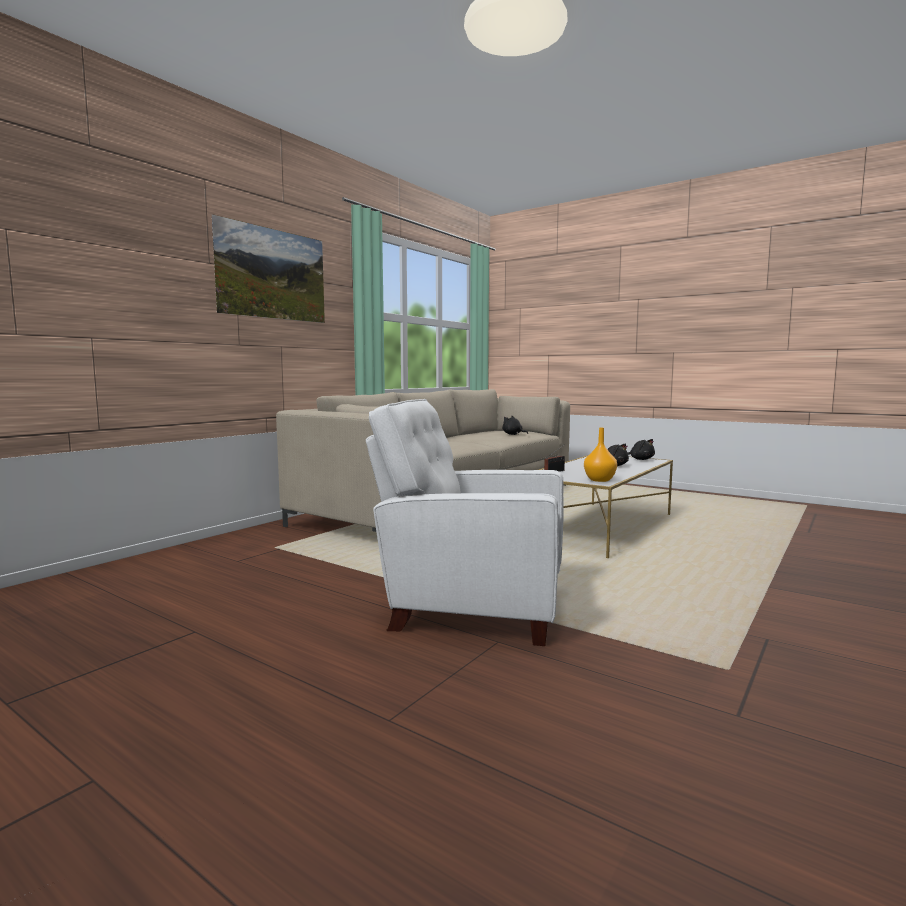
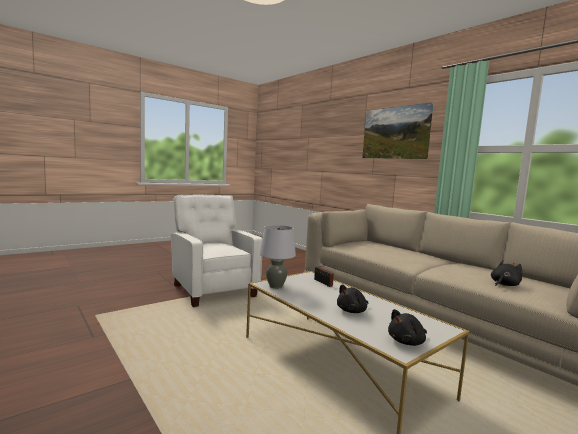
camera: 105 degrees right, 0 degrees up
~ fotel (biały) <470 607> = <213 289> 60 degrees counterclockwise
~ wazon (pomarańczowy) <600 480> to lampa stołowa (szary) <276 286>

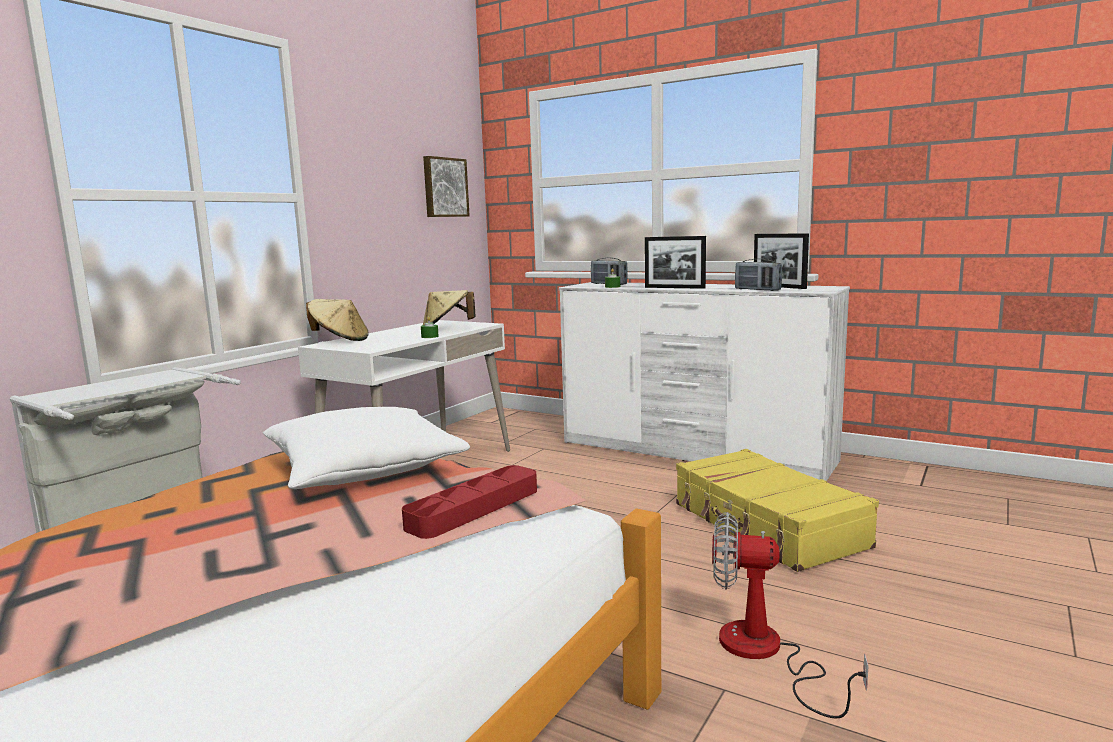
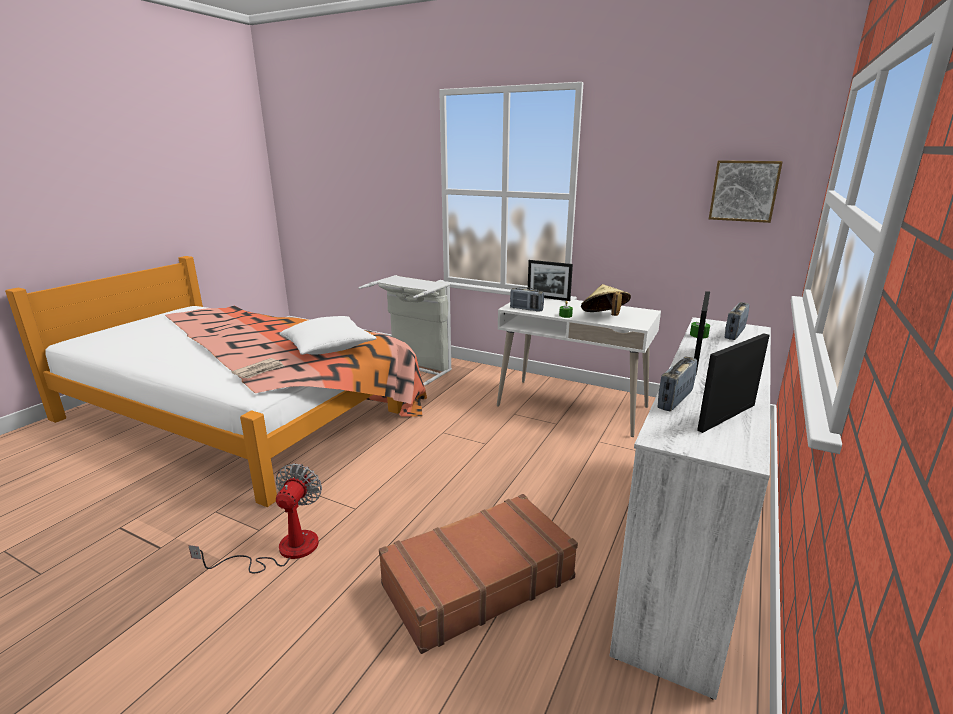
camera: 85 degrees right, 10 degrees up
~ kapelusz (beżowy) <340 340> to ramka na zdjęcie <548 298>
~ walizka (żółty) <767 525> to walizka (brązowy) <477 581>
~ taca (czerwony) <474 508> to gazeta <259 370>
+ radio <526 309>

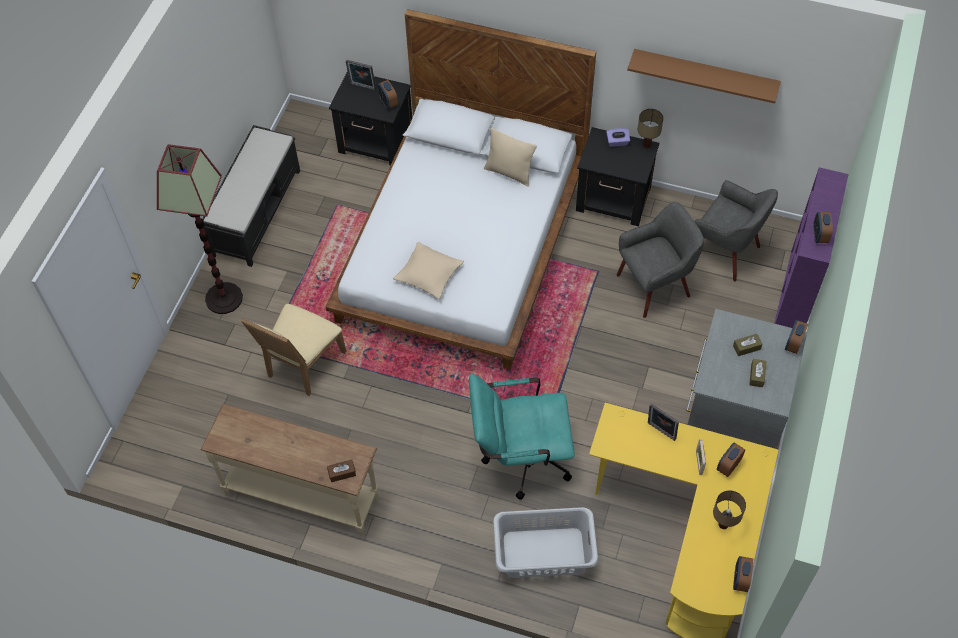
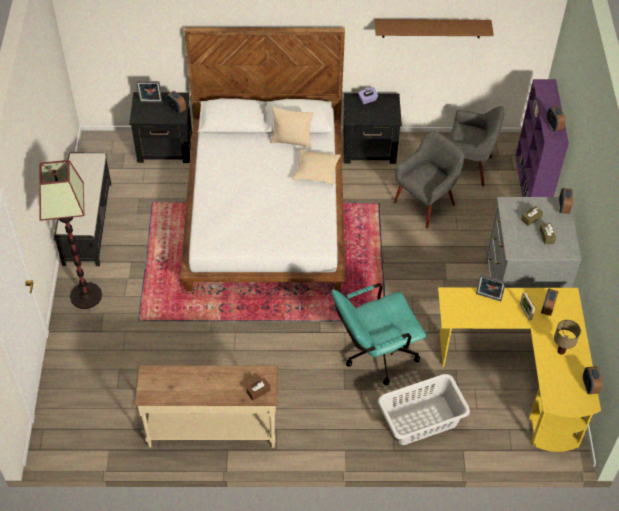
camera: 20 degrees left, 5 degrees down
- lampa stołowa <646 145>
~ poduszka (beżowy) <429 274> to <316 171>
- krzesło (beżowy) <302 366>

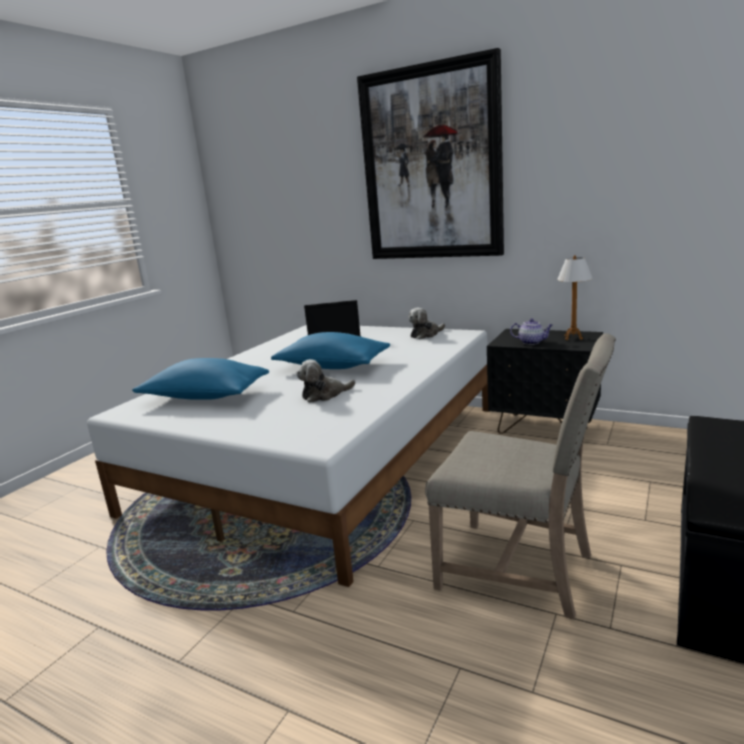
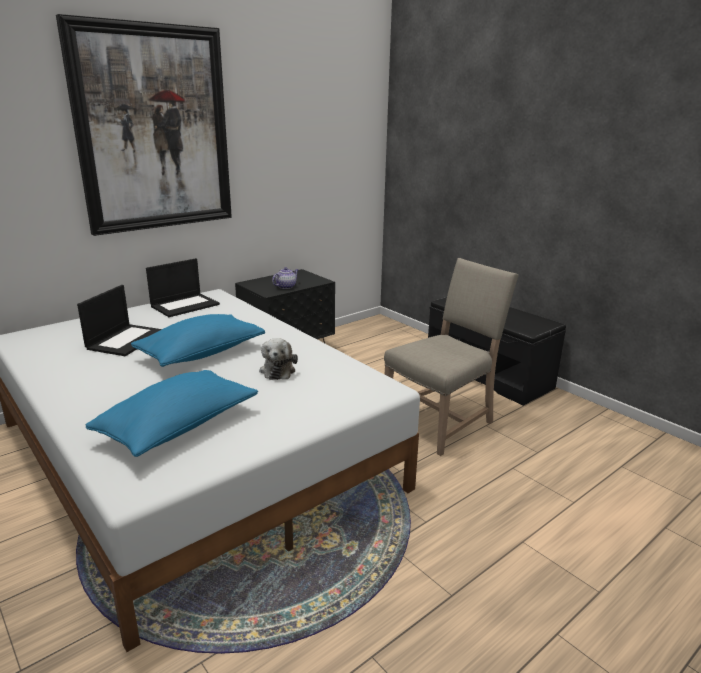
camera: 70 degrees left, 5 degrees up
- lampa stołowa <573 338>
~ pluszak <426 334> to laptop <185 305>

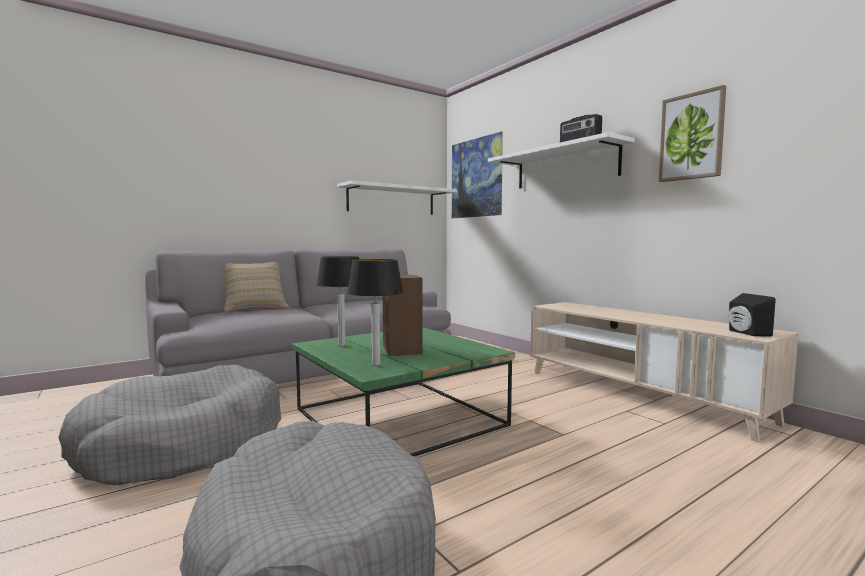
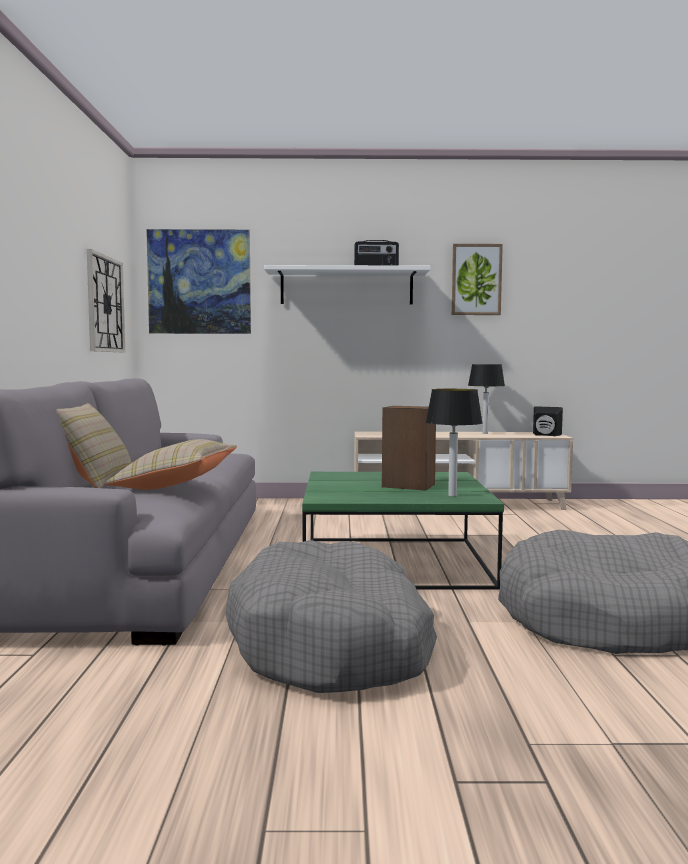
camera: 55 degrees left, 0 degrees up
~ półka (biały) <392 200> to zegar ścienny <105 304>
~ lampa stołowa <342 345> to <485 433>
+ poduszka (beżowy) <175 486>

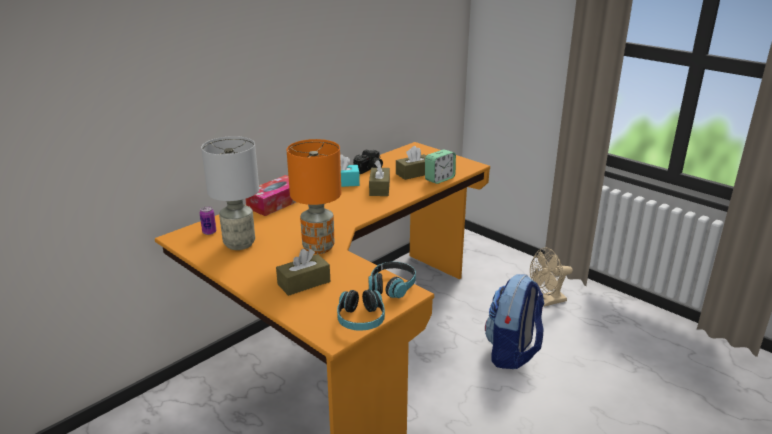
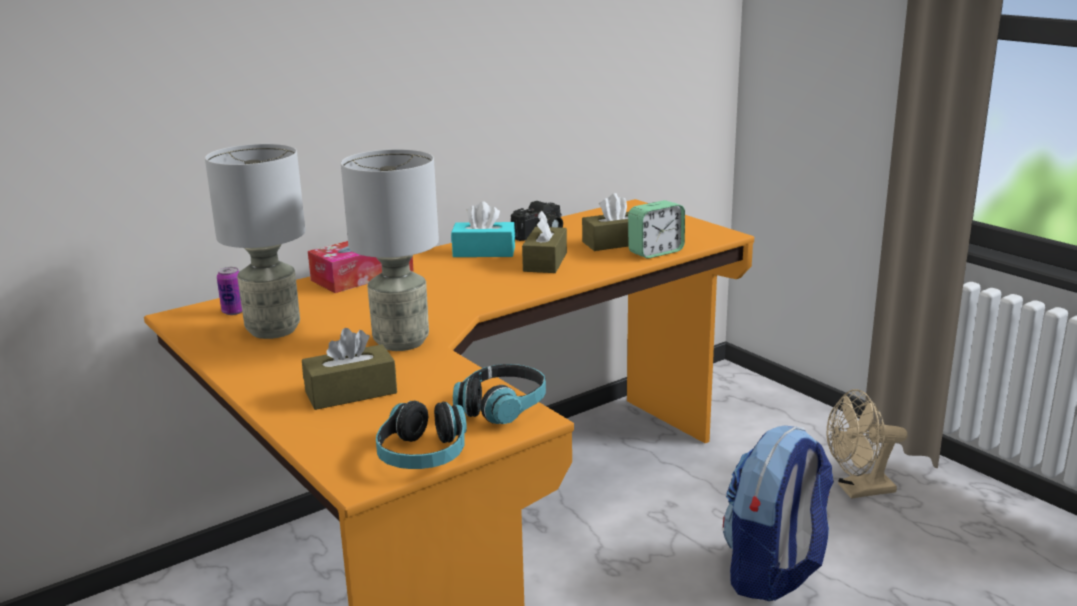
camera: 10 degrees right, 5 degrees down
~ lampa stołowa (pomarańczowy) <318 248> to lampa stołowa (szary) <401 342>

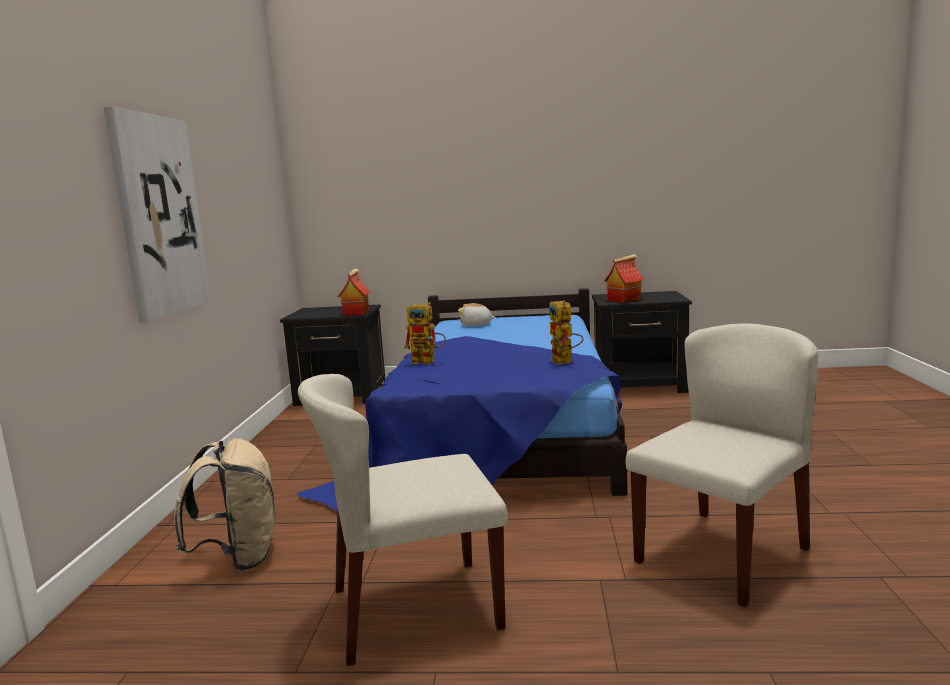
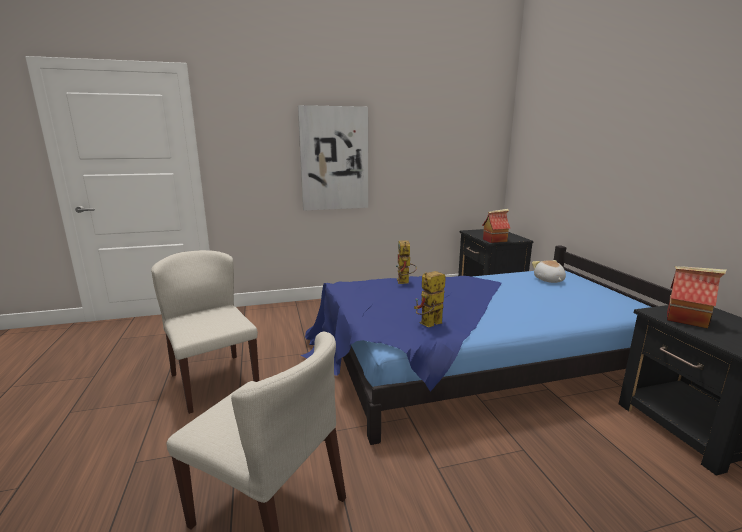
camera: 70 degrees right, 5 degrees up
- plecak (beżowy) <238 558>

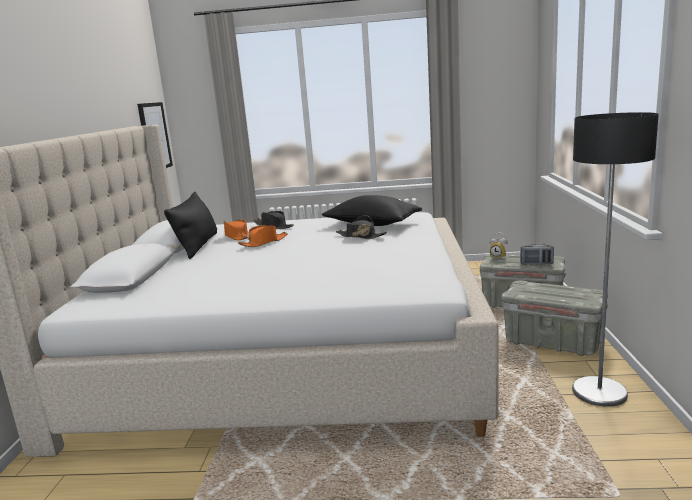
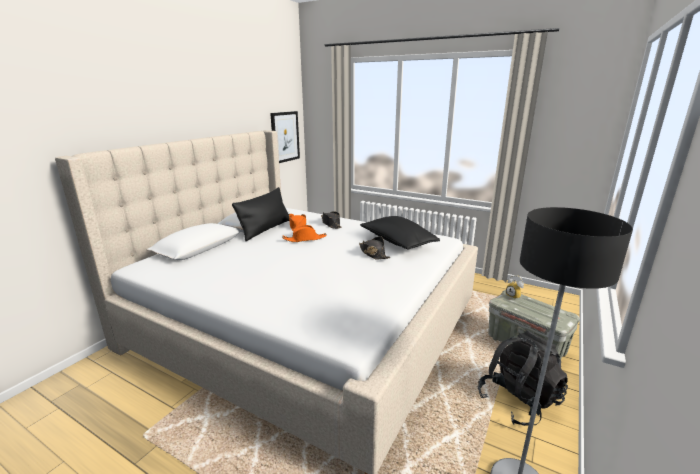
camera: 25 degrees right, 5 degrees up
- radio <536 263>
~ pojemnik do przechowywania (szary) <551 342> to plecak (czarny) <518 401>

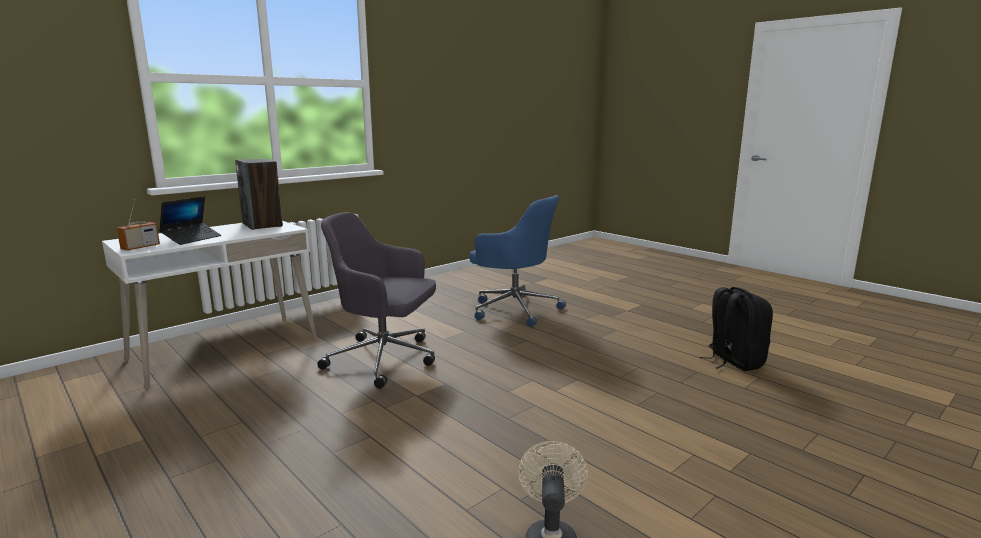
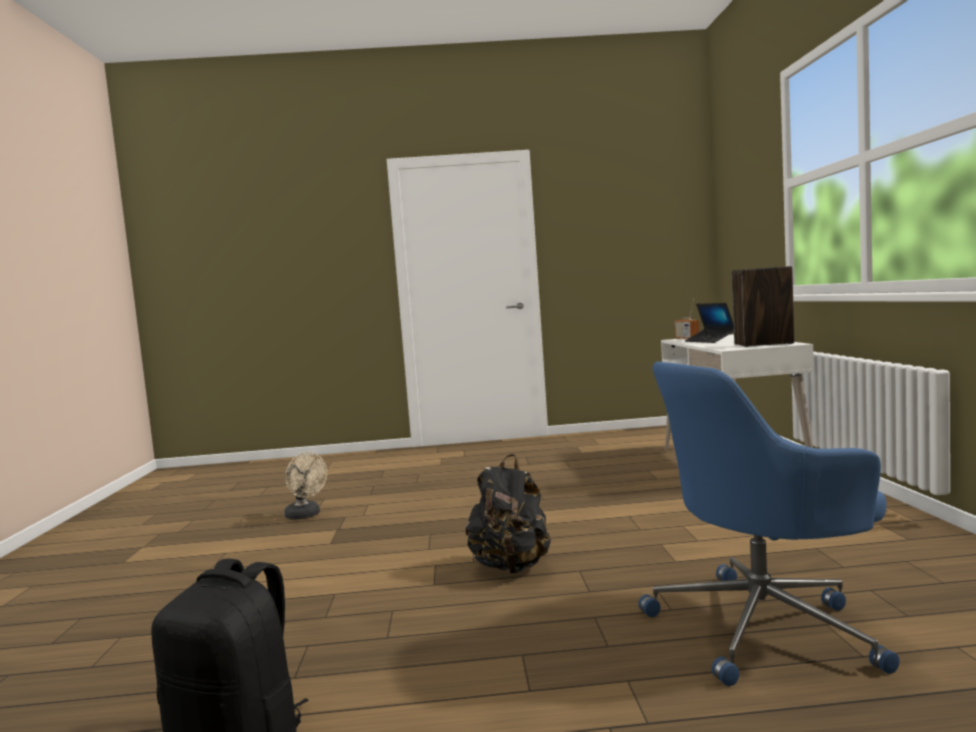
camera: 130 degrees right, 10 degrees down
- krzesło biurowe (szary) <385 359>
+ plecak (czarny) <511 567>

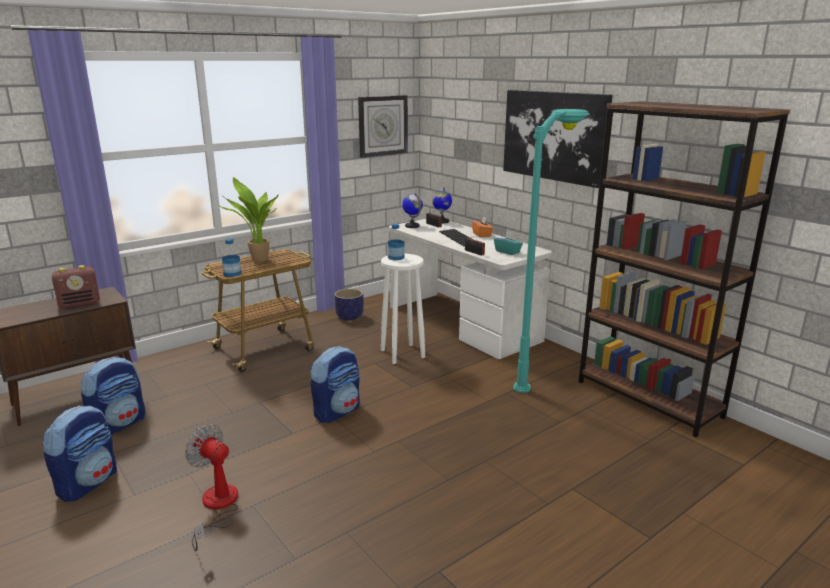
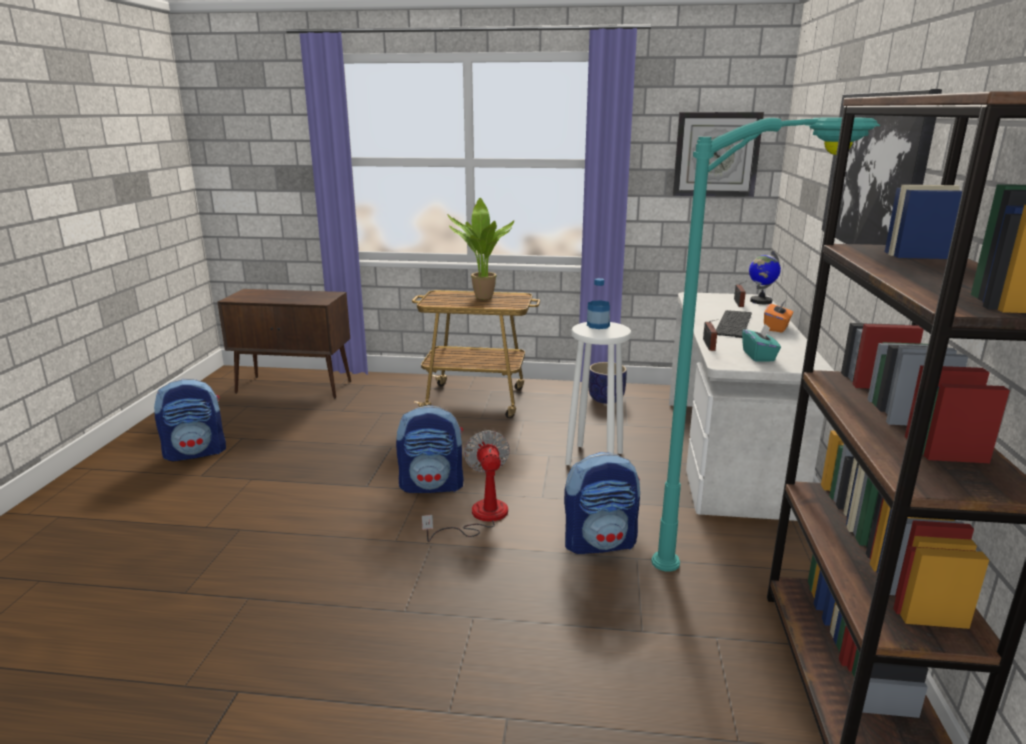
camera: 45 degrees right, 0 degrees up
- globus <412 226>
- butelka <232 274>
- radio <80 304>
~ plecak <119 424> to <600 543>
~ wentylator <217 507> to <479 517>

